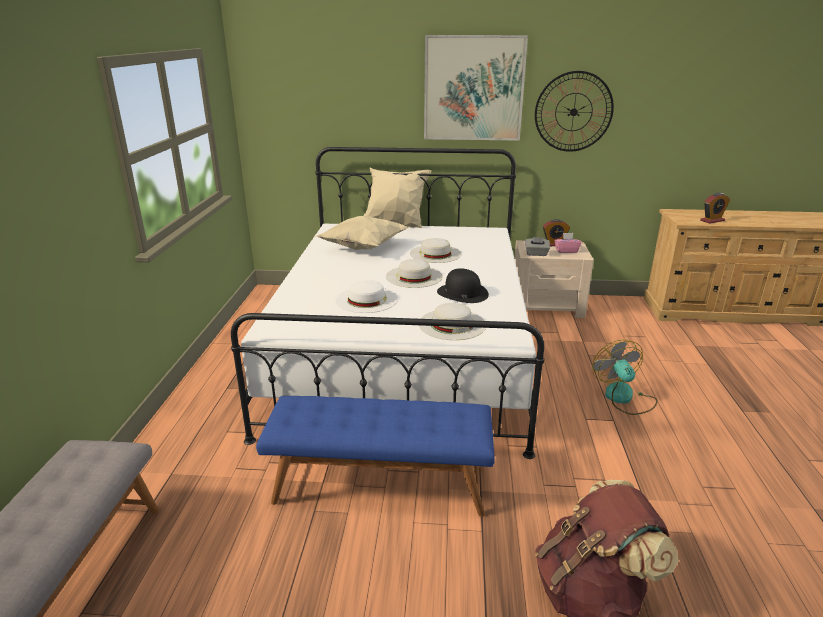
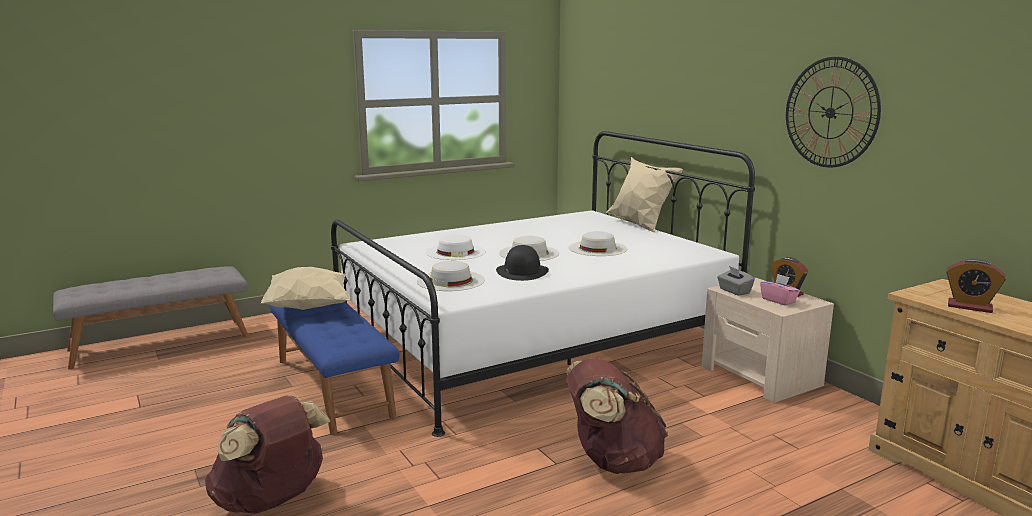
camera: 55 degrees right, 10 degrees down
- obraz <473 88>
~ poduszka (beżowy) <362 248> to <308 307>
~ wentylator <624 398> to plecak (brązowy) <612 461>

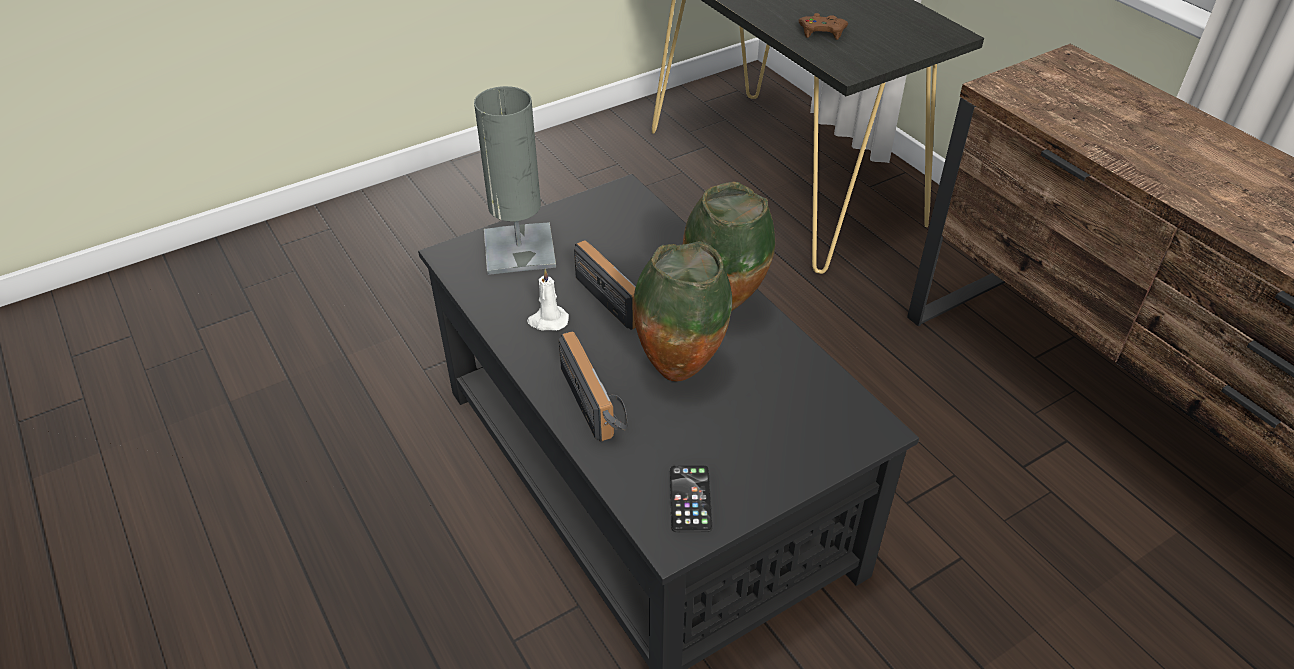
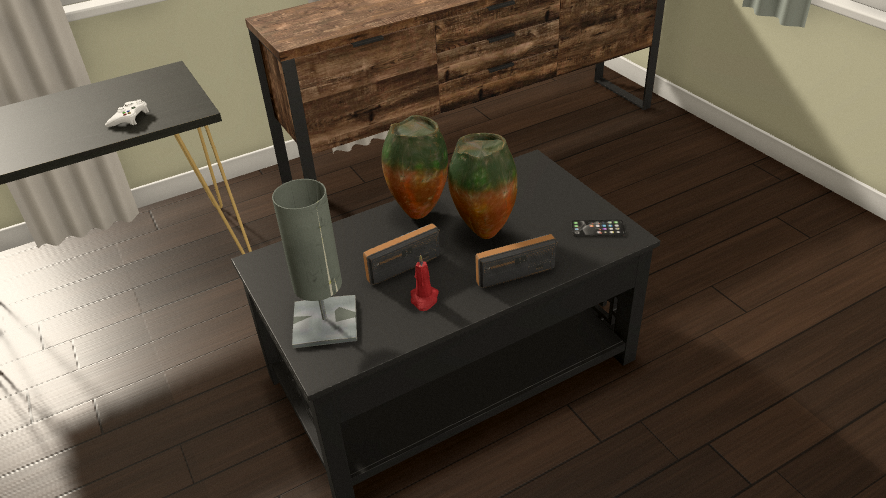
camera: 85 degrees left, 5 degrees down
~ pad do gier (brązowy) <822 32> to pad do gier (biały) <129 118>
~ świeca (biały) <547 321> to świeca (czerwony) <424 299>

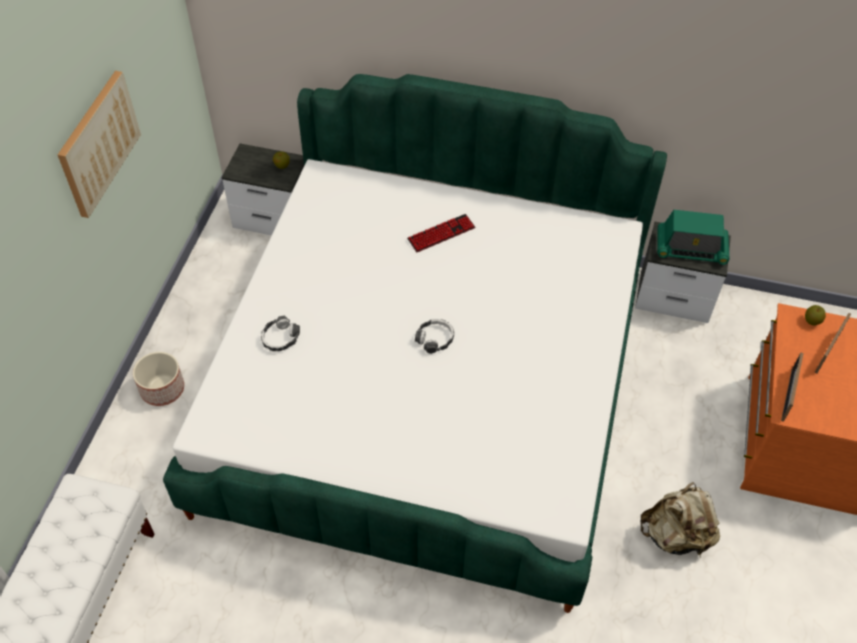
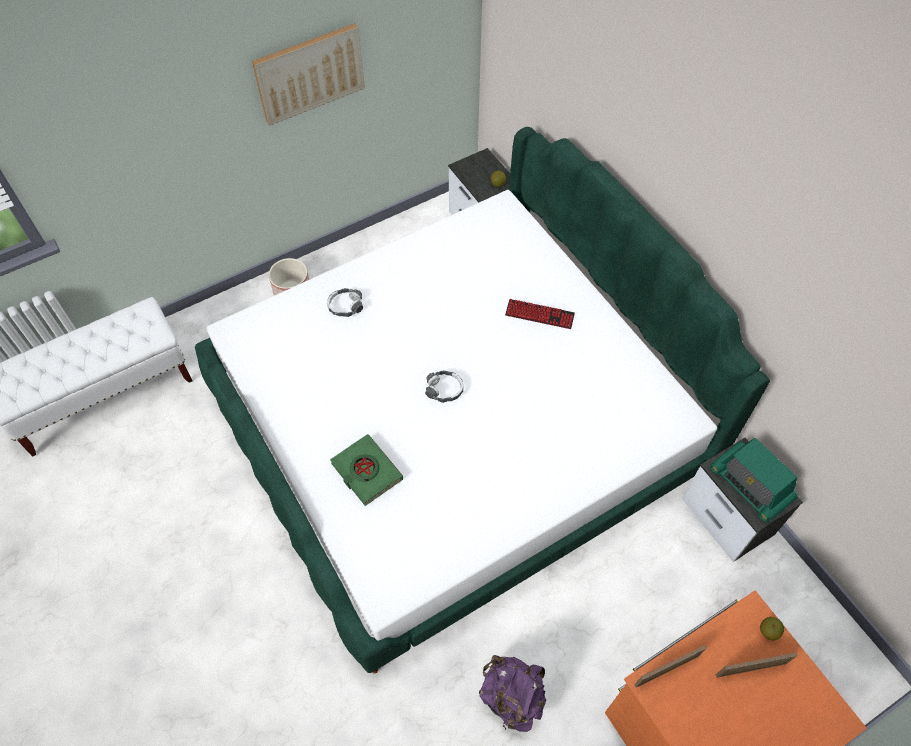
camera: 45 degrees right, 5 degrees up
~ plecak (beżowy) <676 535> to plecak (fioletowy) <512 697>
+ książka (zielony) <366 472>

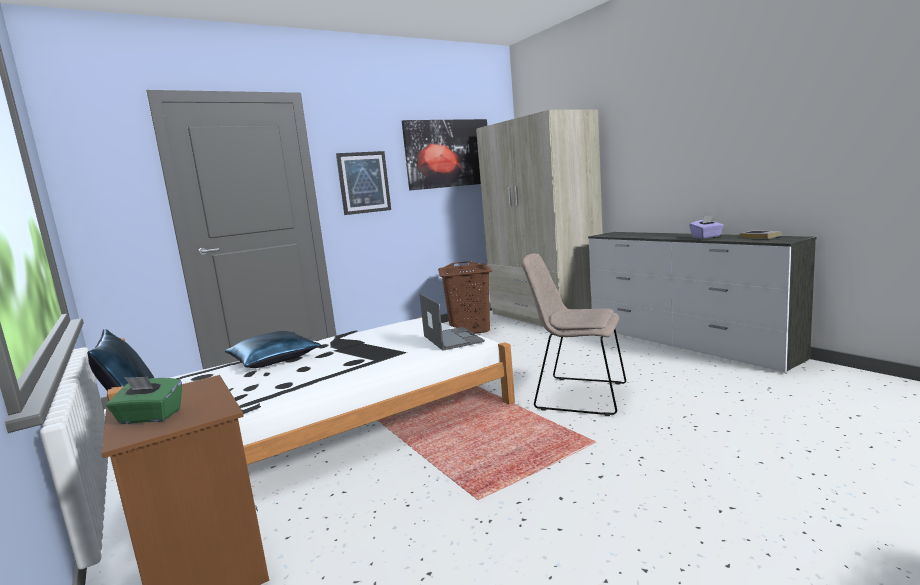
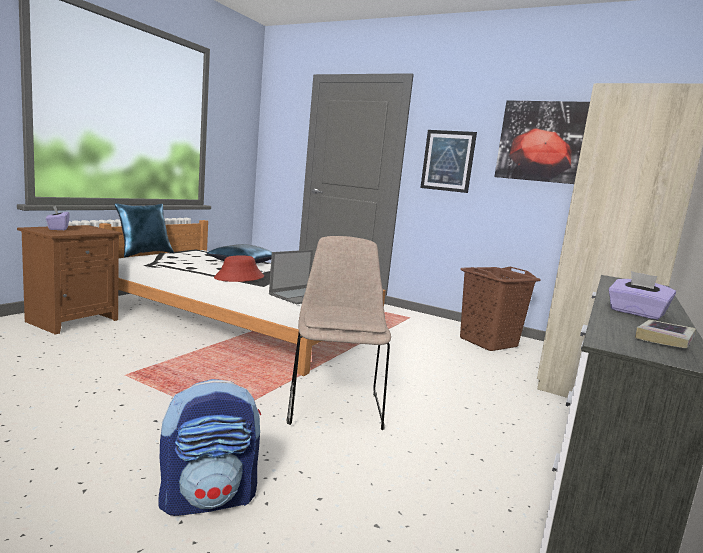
camera: 60 degrees right, 0 degrees up
~ pudełko chusteczek (zielony) <150 417> to pudełko chusteczek (fioletowy) <58 228>
+ kapelusz (czerwony) <239 277>
+ plecak <209 498>

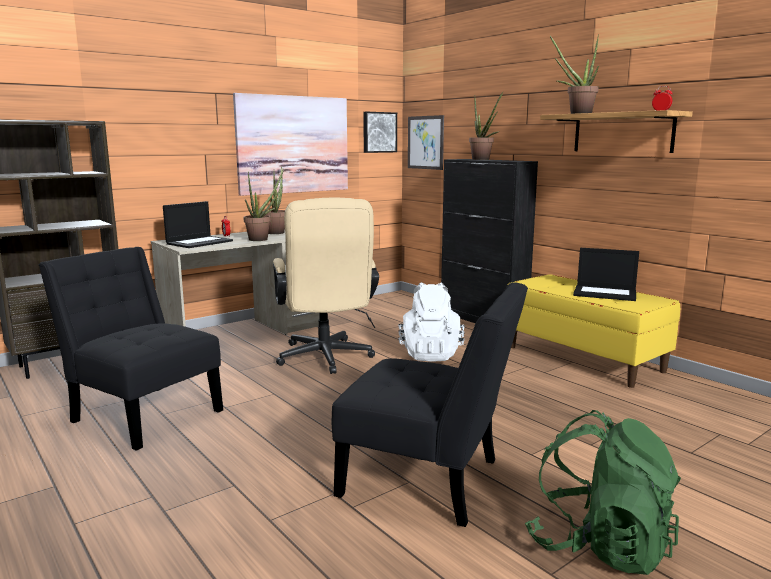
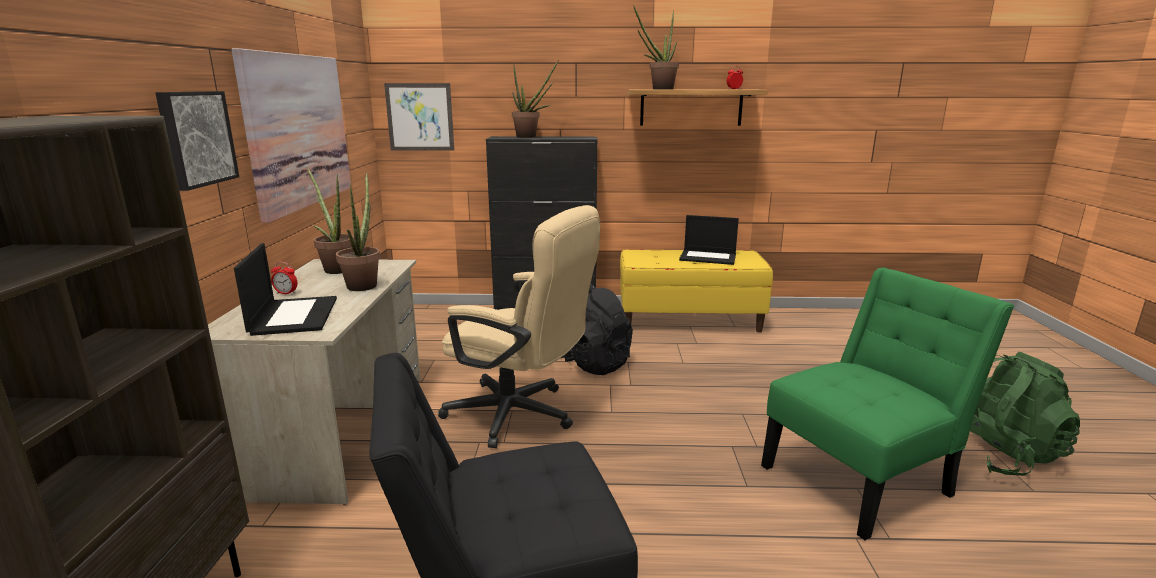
camera: 50 degrees left, 5 degrees up
~ obraz <379 132> to <195 138>
~ laptop <605 293> = <708 257> 45 degrees clockwise
~ krzesło (czarny) <429 481> to krzesło (zielony) <862 478>
~ plecak (biały) <430 354> to plecak (czarny) <591 364>

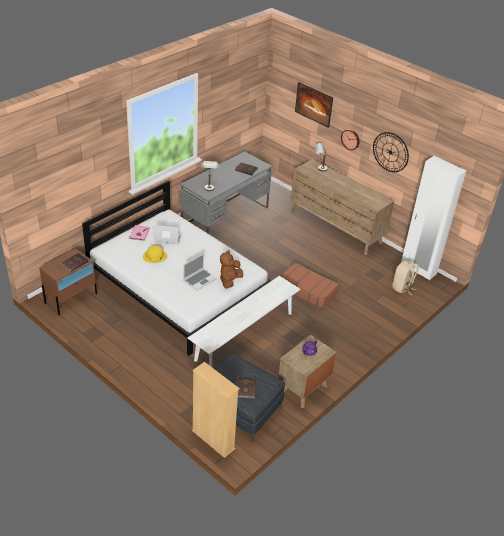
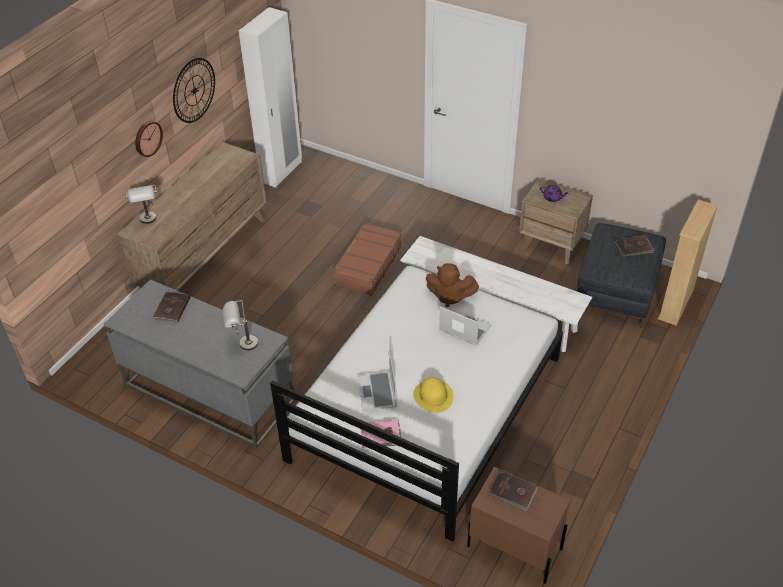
camera: 100 degrees left, 5 degrees up
- obraz <313 112>
- plecak (beżowy) <402 287>

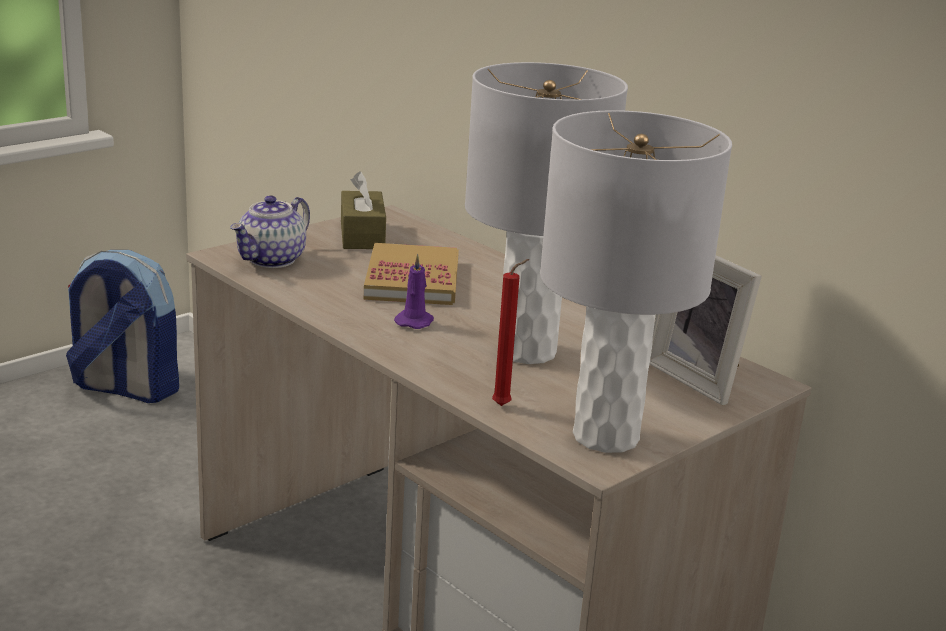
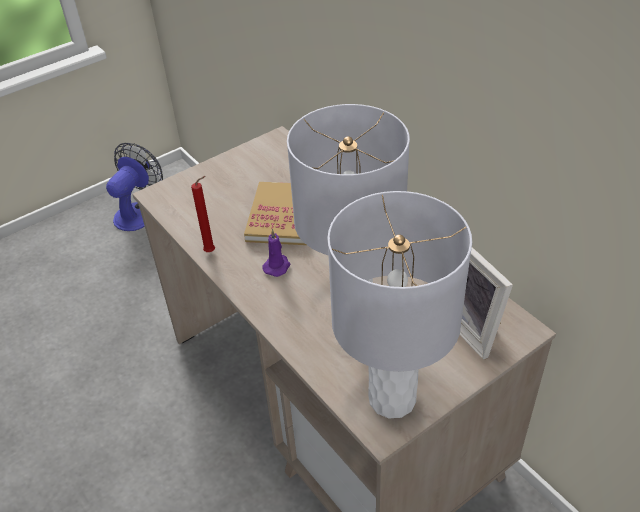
camera: 10 degrees right, 20 degrees up
- pudełko chusteczek (brązowy) <362 235>
- imbryk <272 260>
~ plecak <125 388> to wentylator <138 212>
~ świeca (czerwony) <504 405> to <212 251>

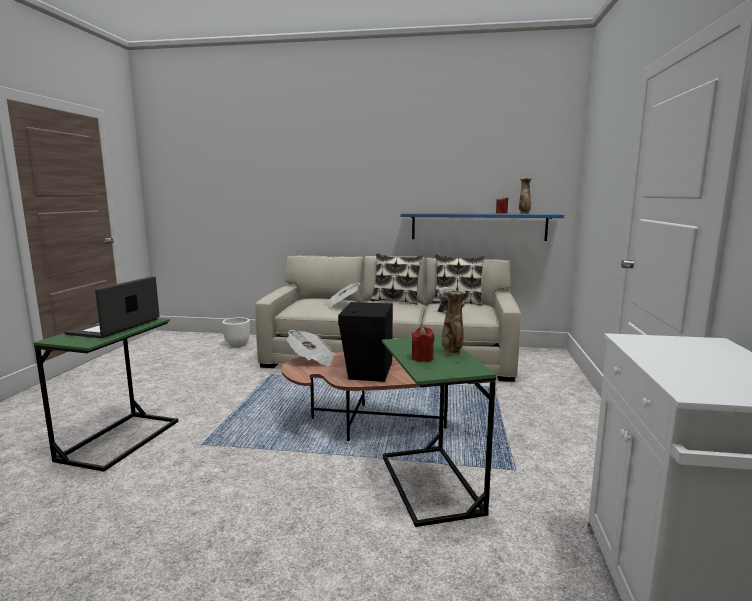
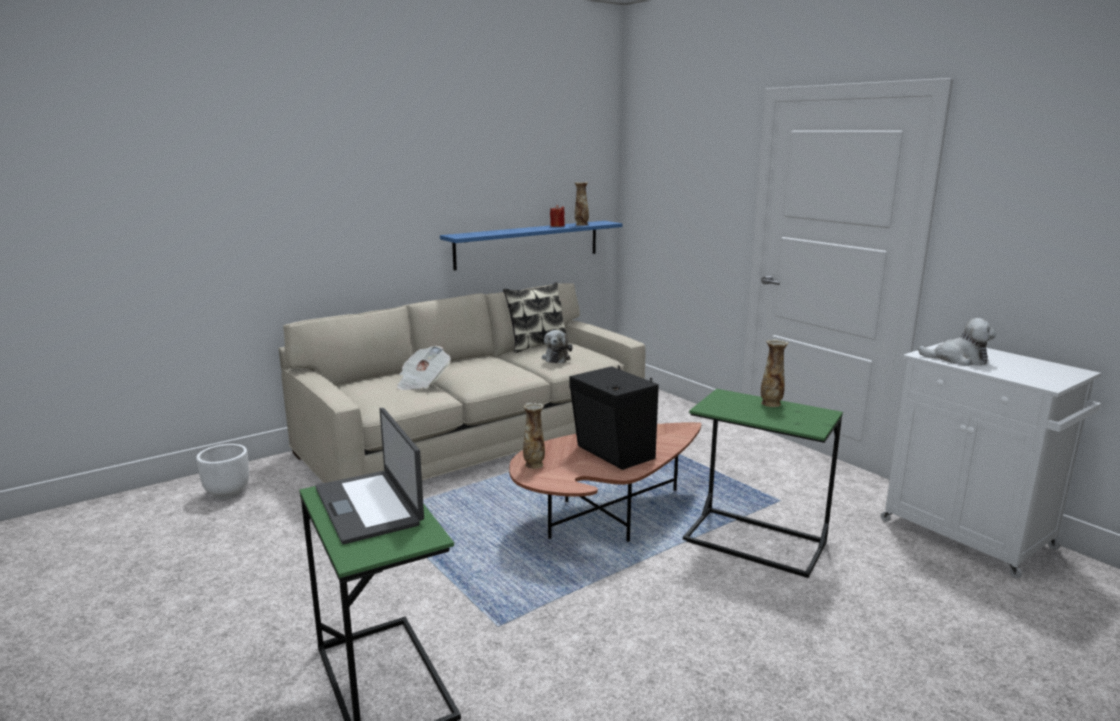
camera: 45 degrees left, 5 degrees up
- poduszka <396 301>
- świeca (czerwony) <422 358>
~ gazeta <312 360> to wazon <534 464>
+ pluszak <958 359>

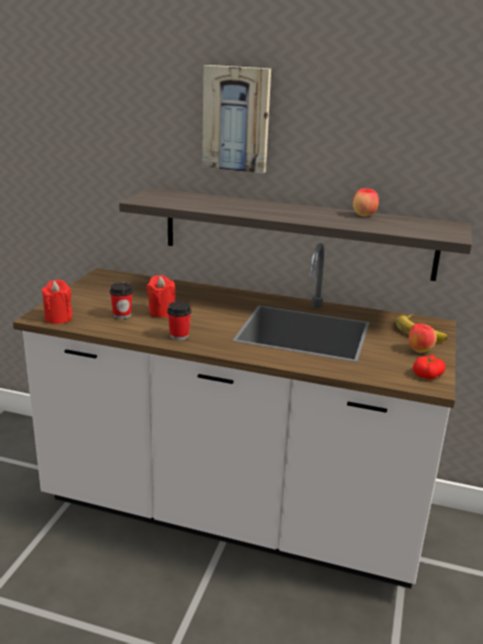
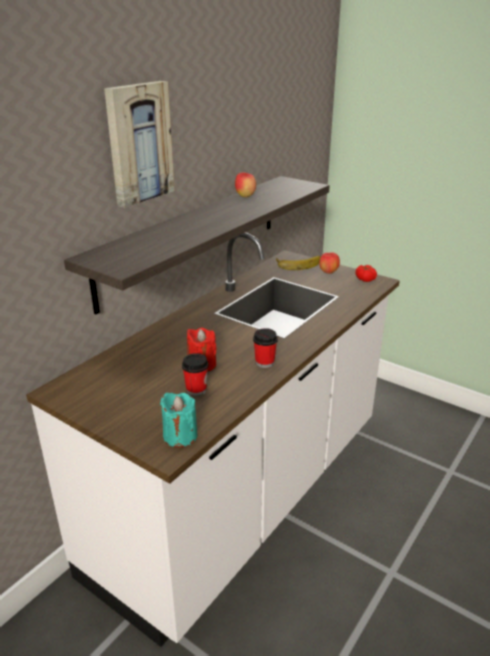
camera: 70 degrees left, 5 degrees up
~ świeca (czerwony) <58 318> to świeca (turkusowy) <180 436>

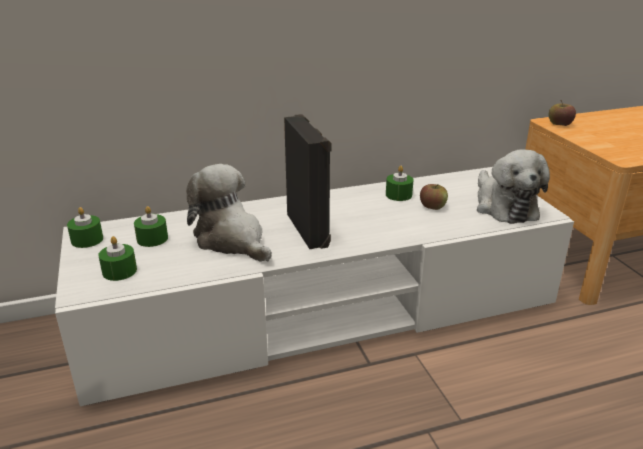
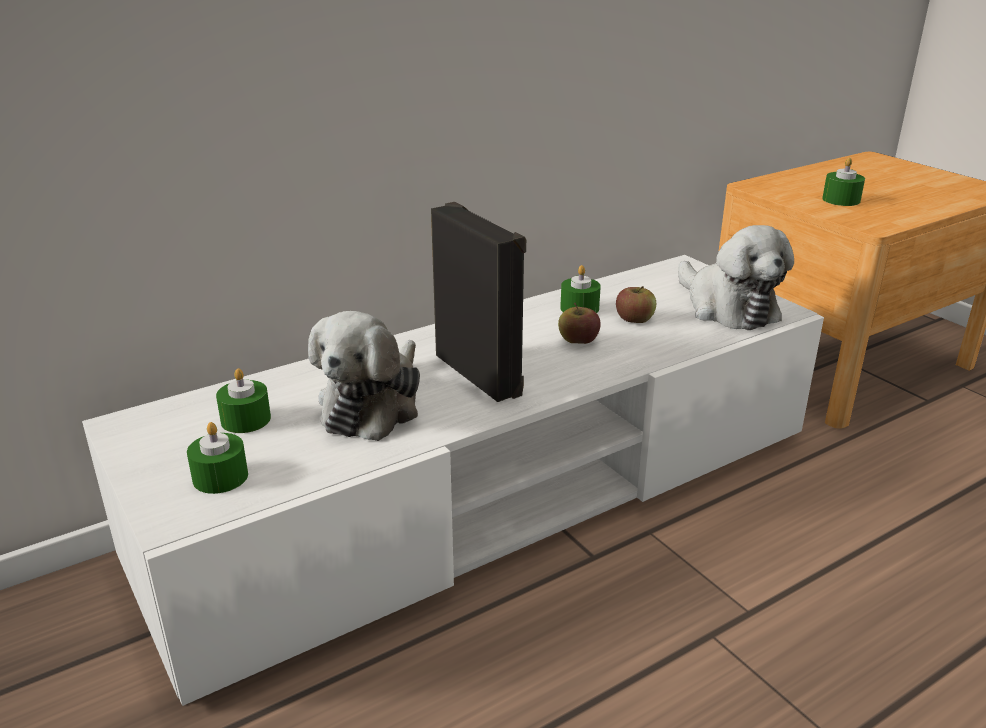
camera: 15 degrees left, 0 degrees up
~ jabłko <559 124> to <578 341>
~ pluszak <231 240> = <373 404> 105 degrees counterclockwise
~ świeca (zielony) <87 240> to <841 200>

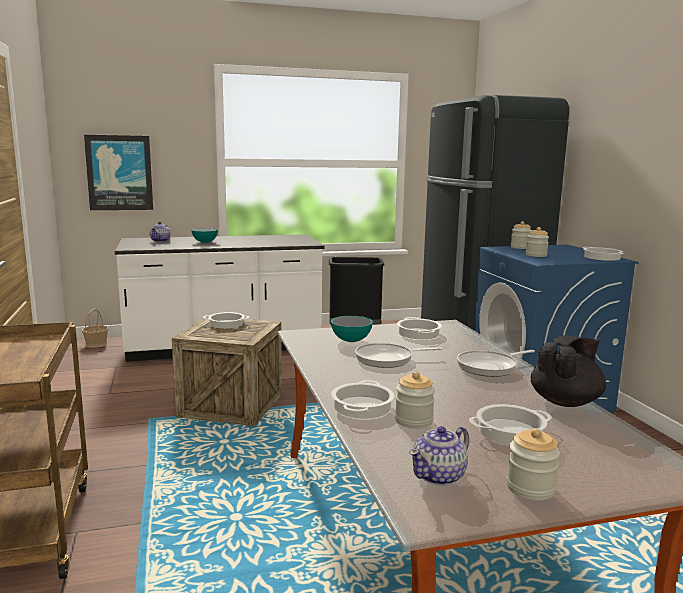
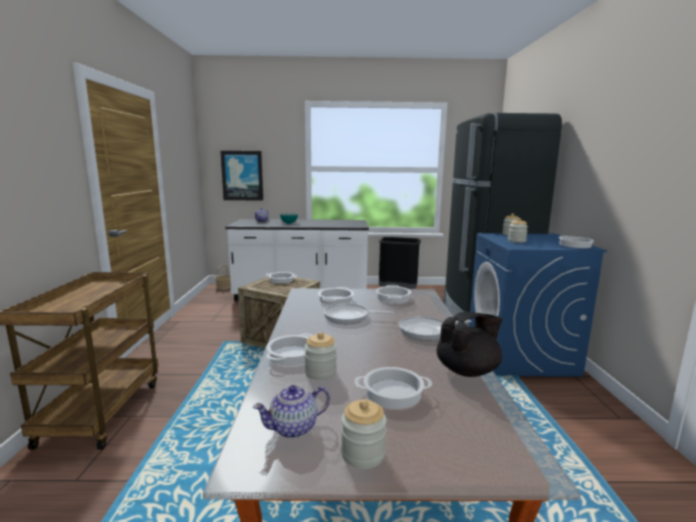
camera: 15 degrees right, 0 degrees up
~ miska <351 341> to garnek <335 300>

